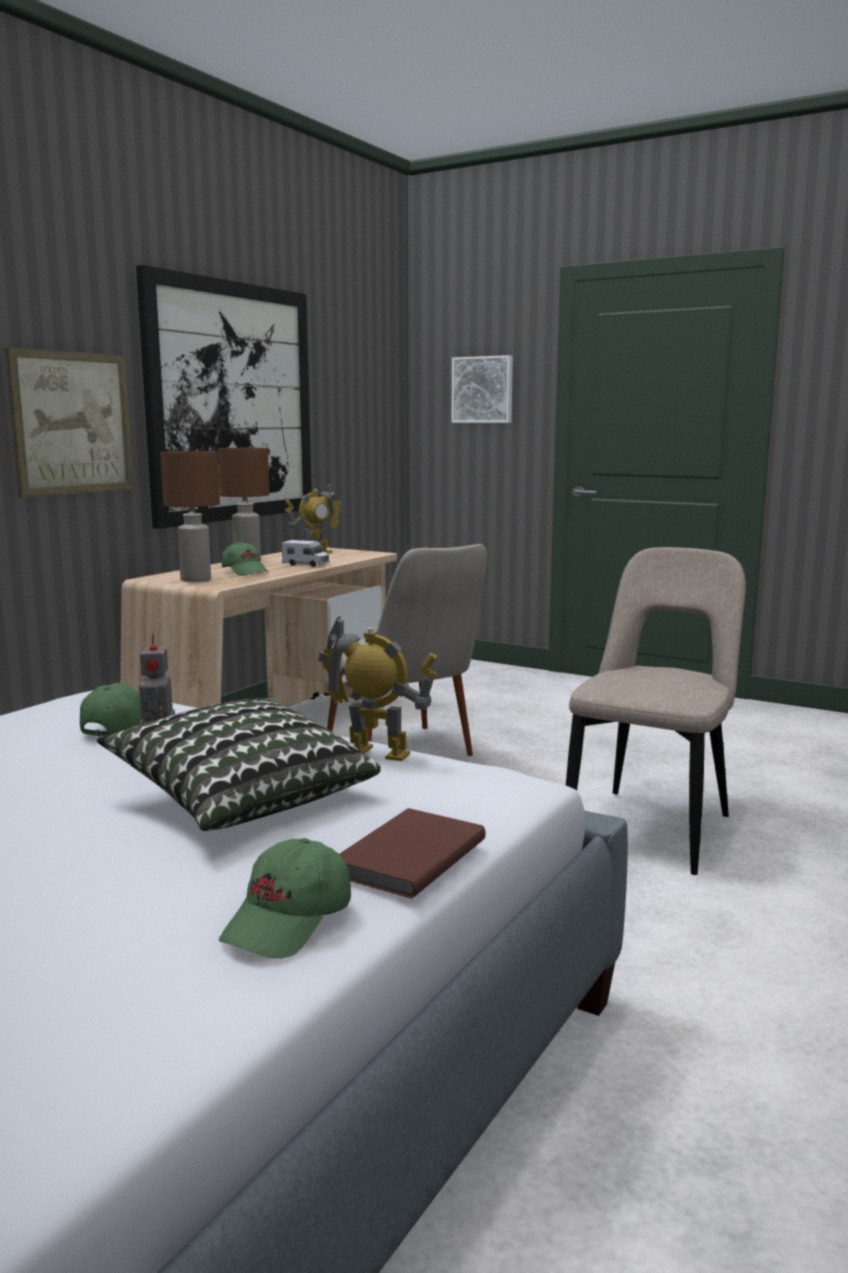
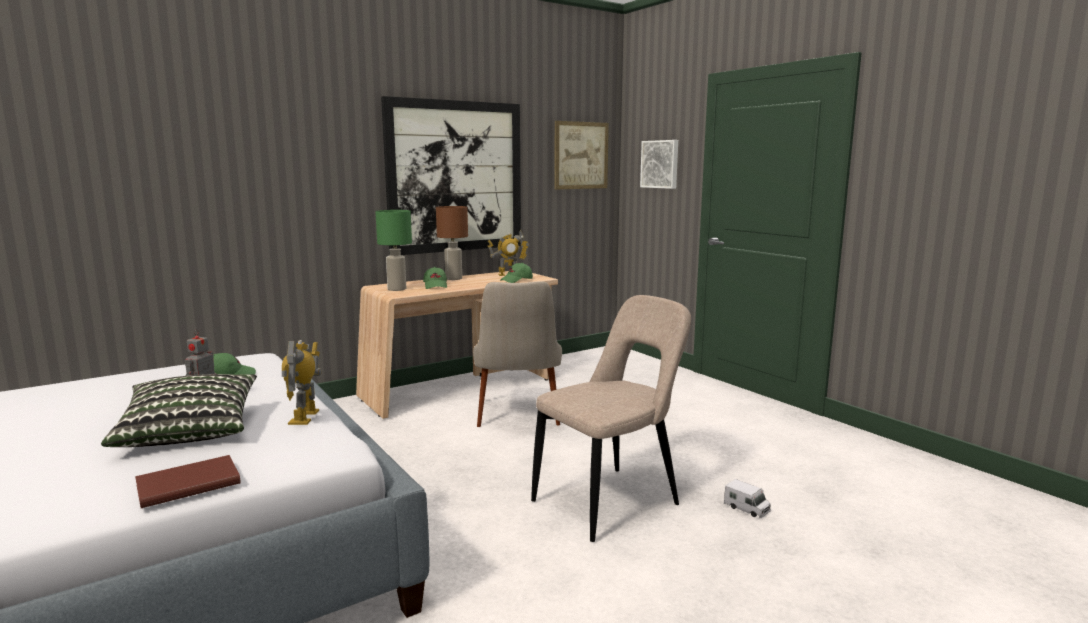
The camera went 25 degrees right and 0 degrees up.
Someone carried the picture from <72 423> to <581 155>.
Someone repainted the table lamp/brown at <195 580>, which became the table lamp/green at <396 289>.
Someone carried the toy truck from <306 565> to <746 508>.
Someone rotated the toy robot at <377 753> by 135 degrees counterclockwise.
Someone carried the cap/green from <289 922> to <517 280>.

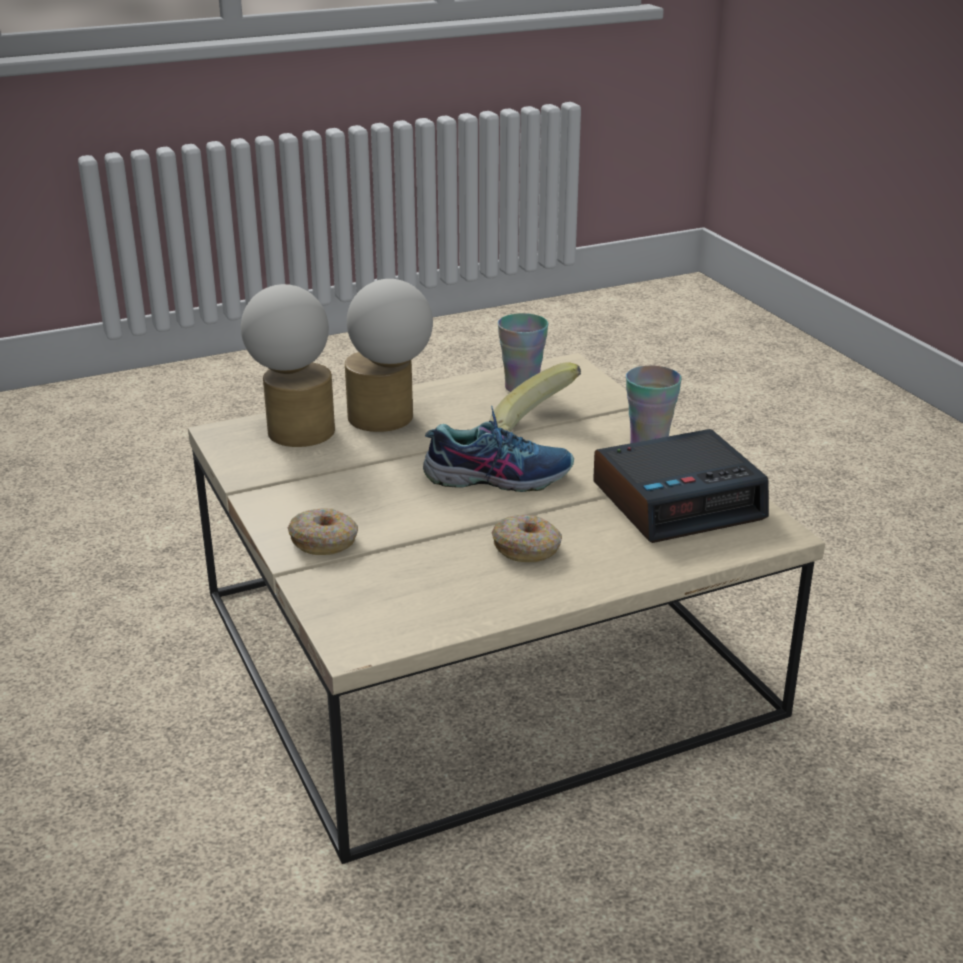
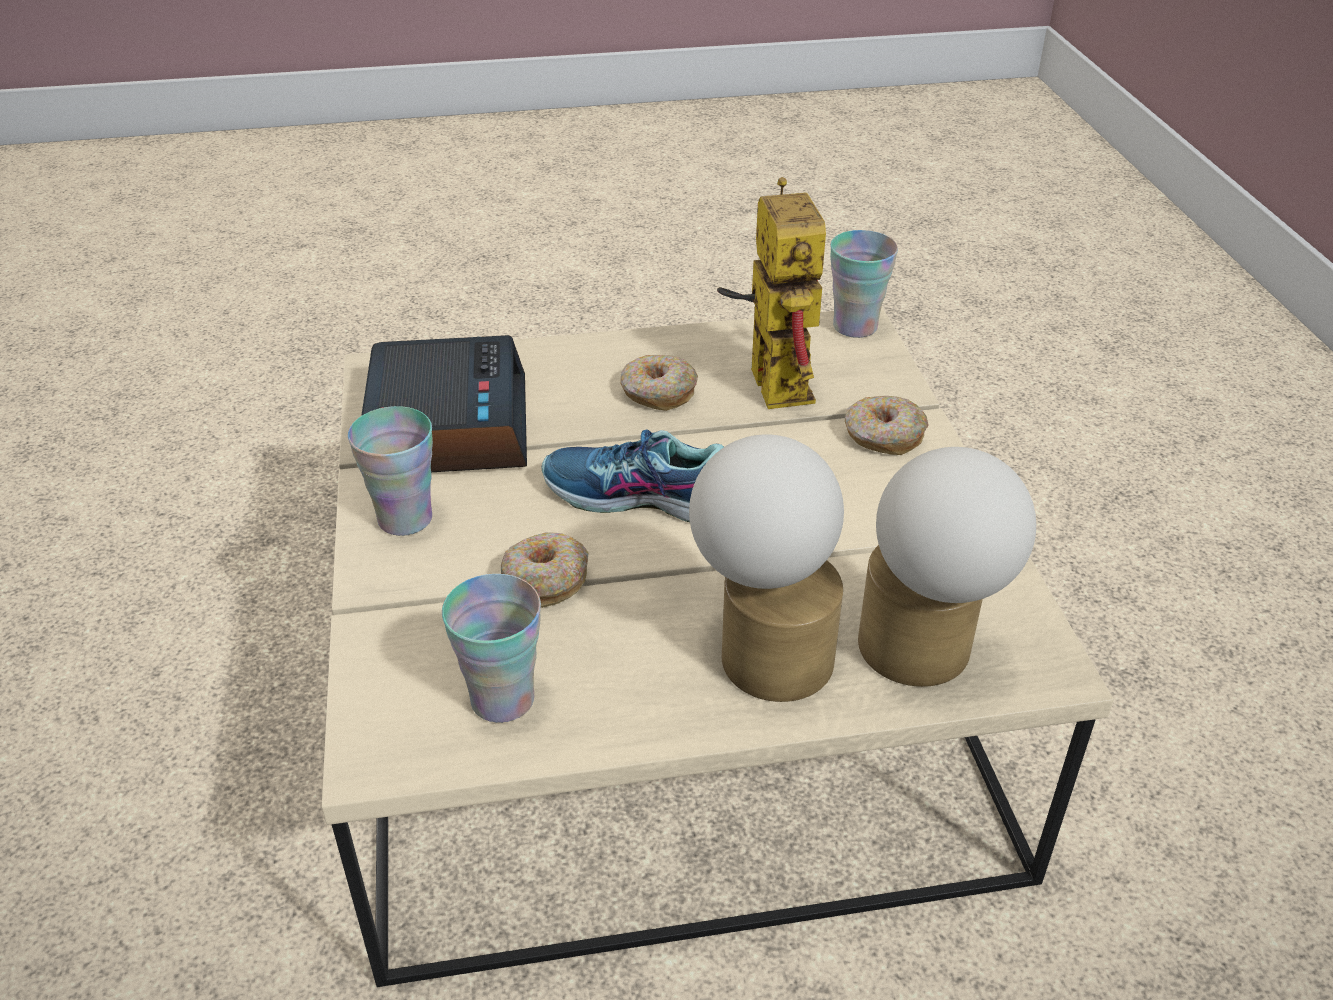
The camera went 165 degrees left and 10 degrees up.
Someone swapped the banana at <534 430> for the donut at <545 580>.
Someone rotated the alarm clock at <679 500> by 90 degrees clockwise.
Someone put down the toy robot at <769 377>.
Someone put down the cup at <855 326>.

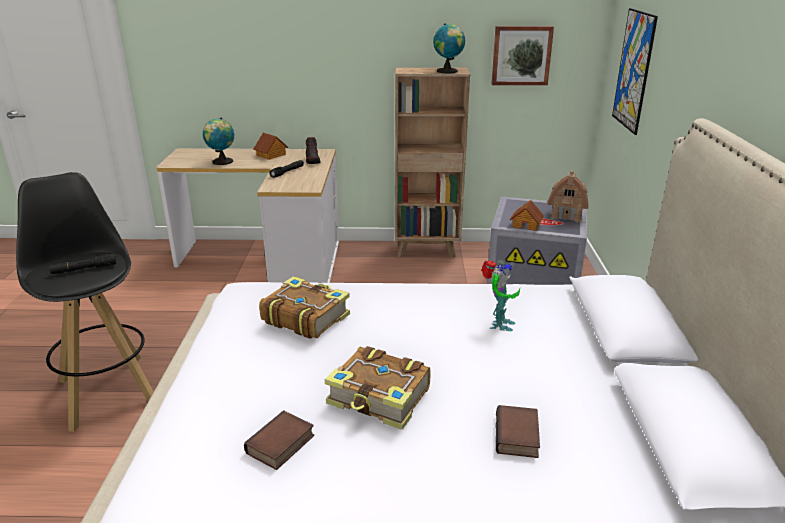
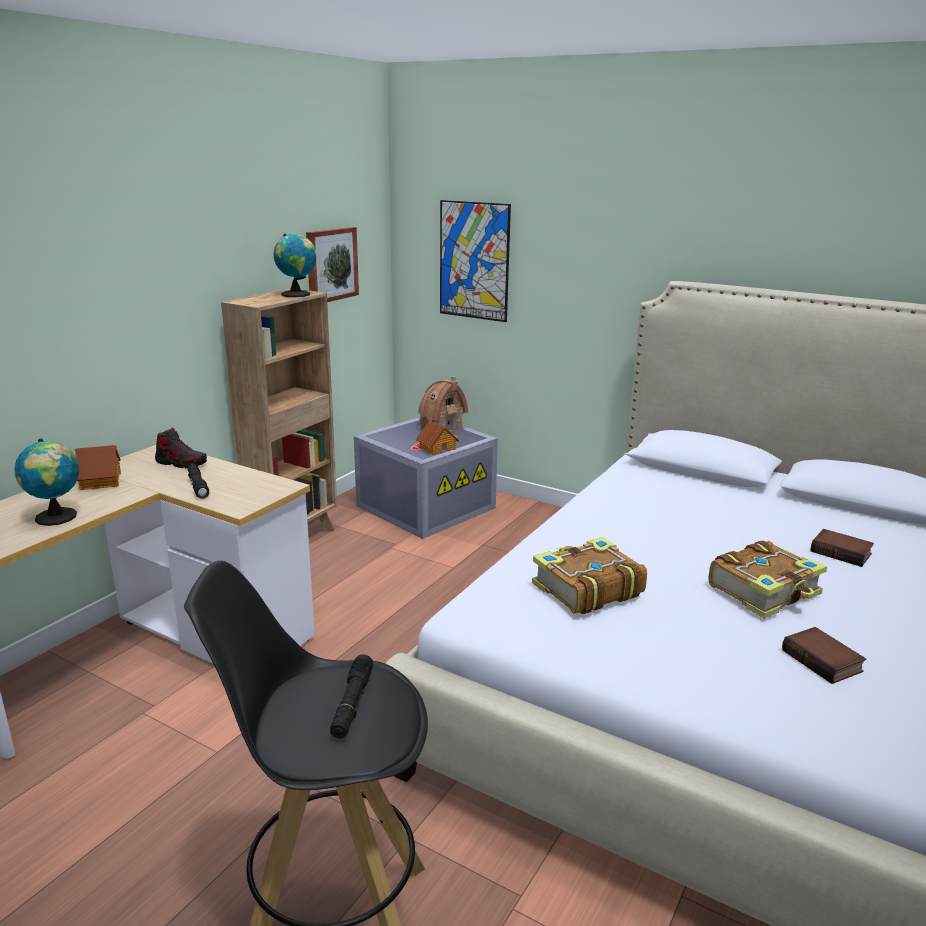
The camera went 60 degrees left and 5 degrees down.
Someone took away the toy robot at <498 324>.

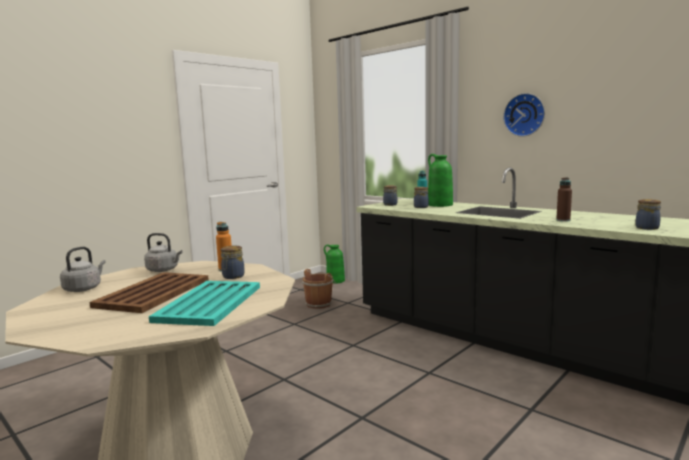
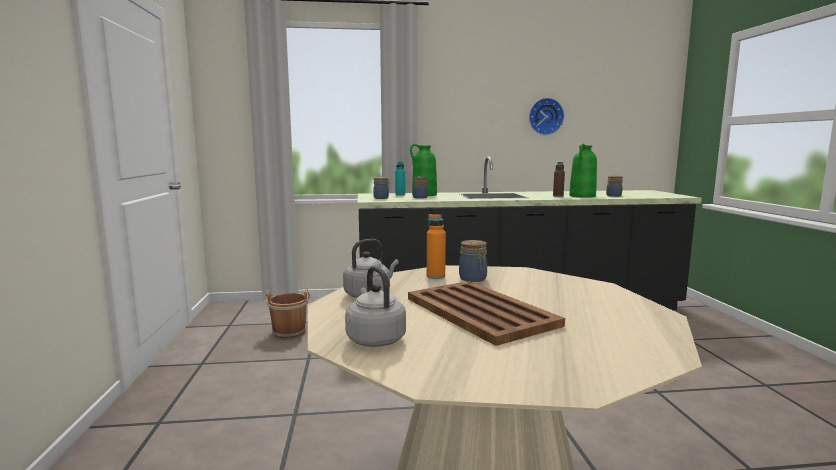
The camera went 50 degrees left and 0 degrees up.
Someone carried the wall clock from <525 115> to <545 116>.
Someone carried the vase/green from <335 281> to <582 196>.
Someone took away the tray/turquoise at <209 304>.

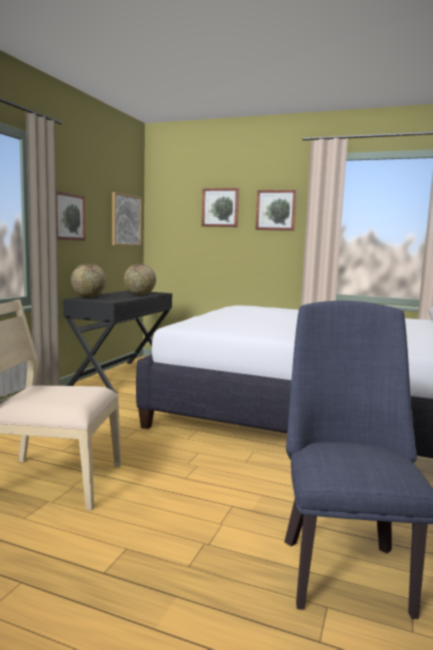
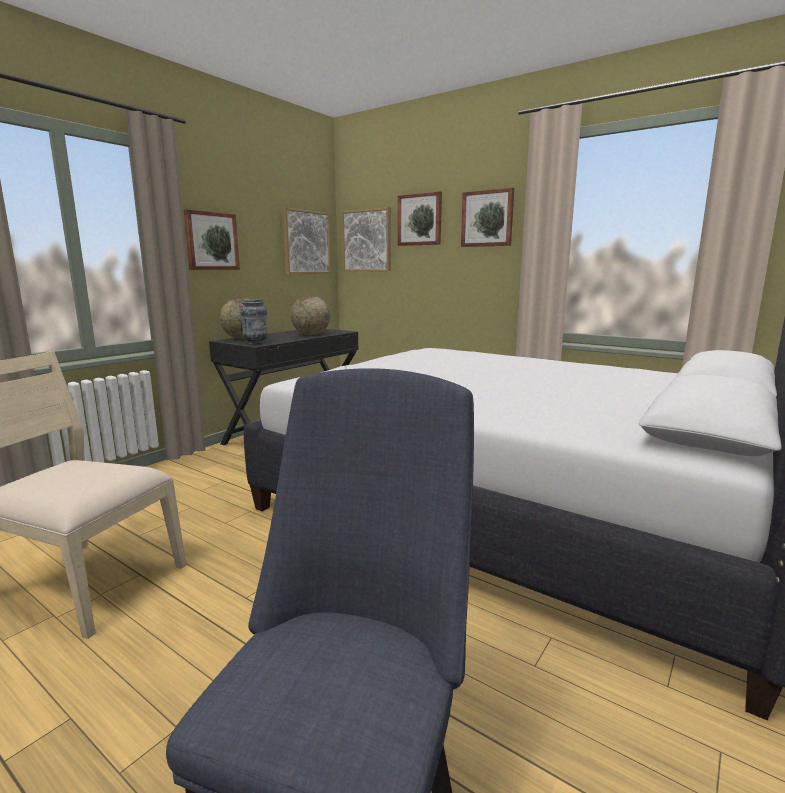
The camera went 15 degrees right and 5 degrees up.
Someone put up the picture at <367 240>.
Someone put down the vase at <255 343>.

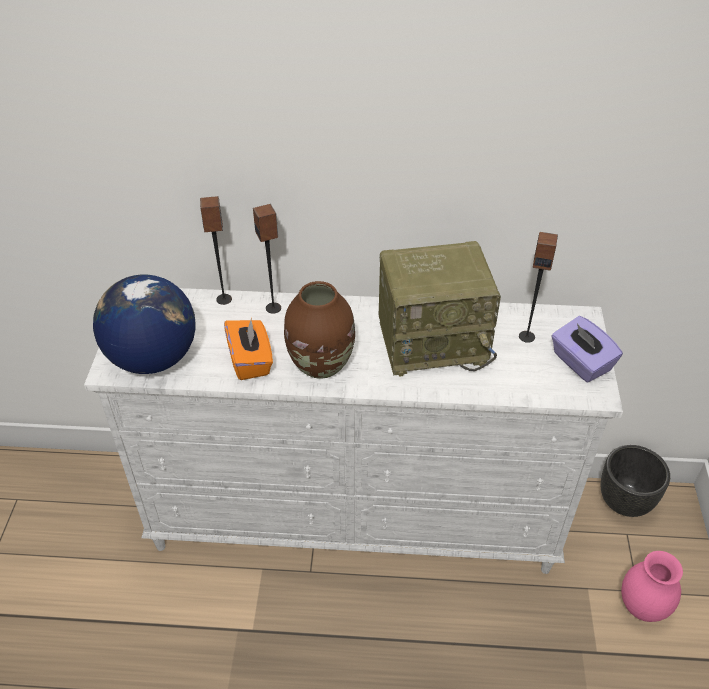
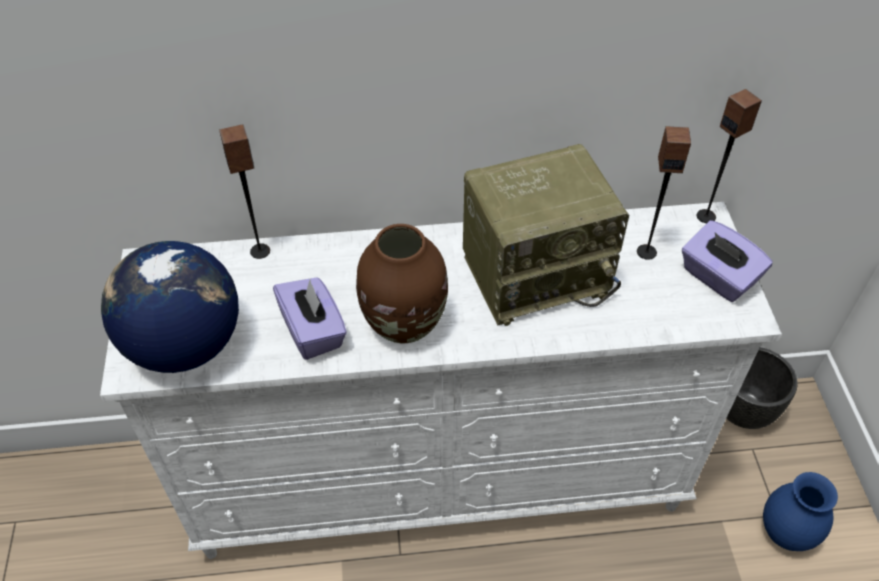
The camera went 10 degrees left and 5 degrees up.
Someone carried the speaker from <273 308> to <706 216>.
Someone repainted the tissue box/orange at <250 361>, which became the tissue box/purple at <313 331>.
Someone repainted the vase/pink at <643 608>, which became the vase/blue at <786 534>.

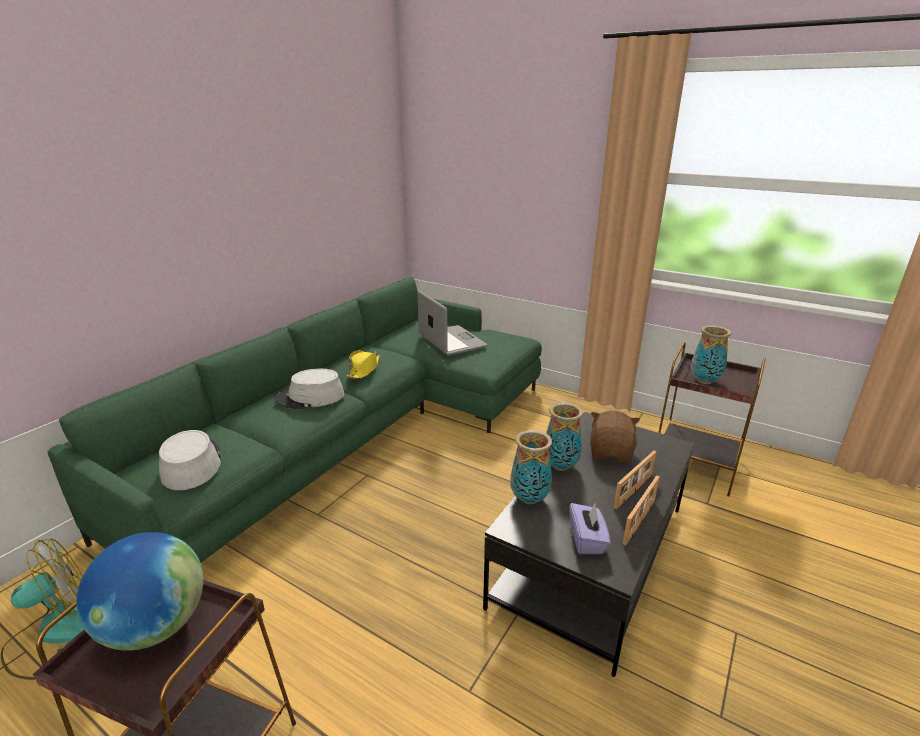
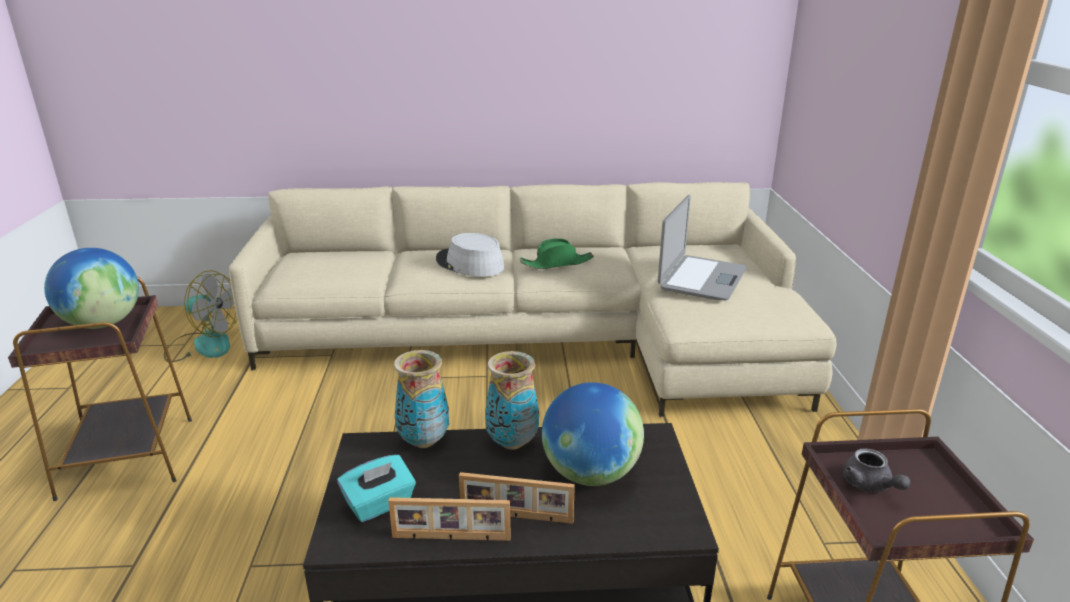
The camera went 55 degrees right and 0 degrees up.
Someone repainted the sofa/green at <359 433>, which became the sofa/beige at <546 340>.
Someone swapped the vase at <705 381> for the teapot/grey at <869 485>.
Someone repainted the hat/yellow at <364 369>, which became the hat/green at <557 263>.
Someone swapped the plush toy/brown at <611 452> for the globe at <590 473>.
Someone took away the hat/grey at <191 464>.
Someone repainted the tissue box/purple at <587 540>, which became the tissue box/turquoise at <379 504>.

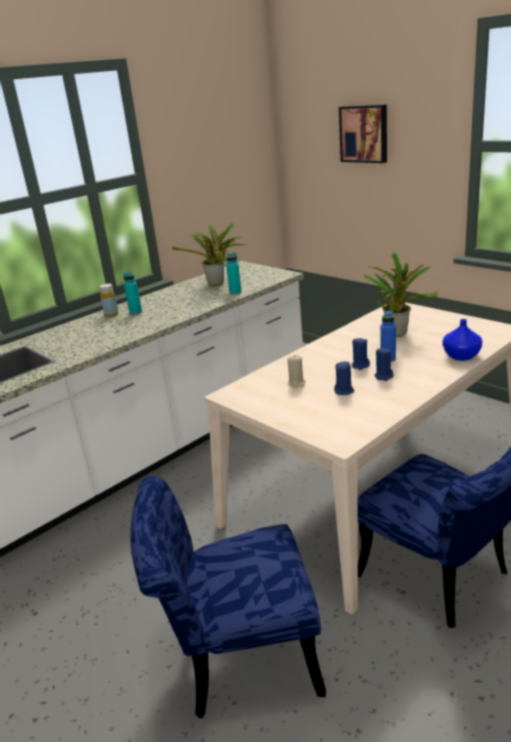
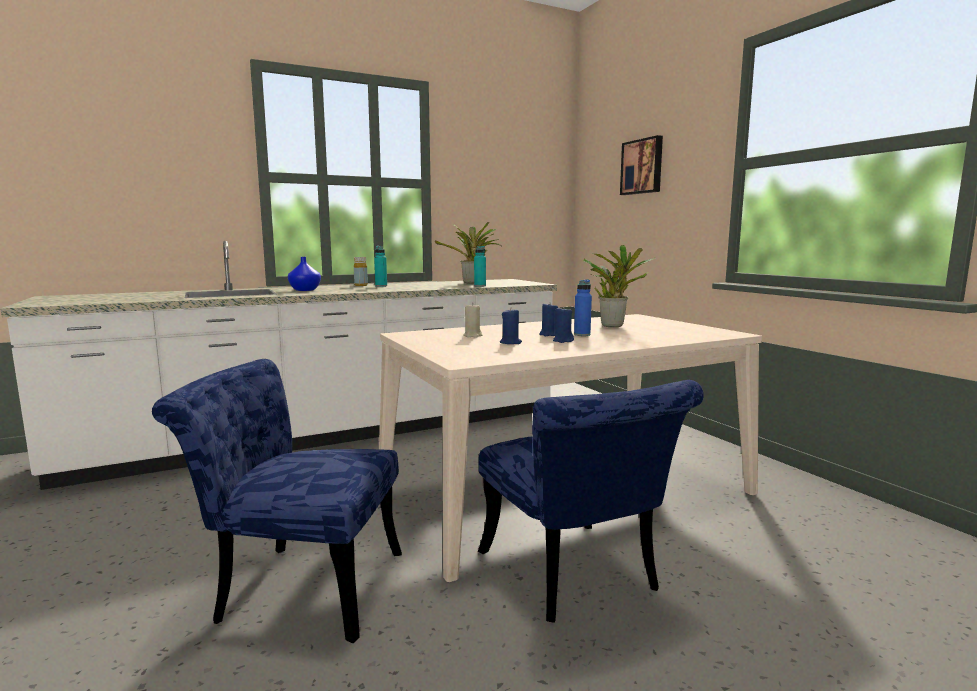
The camera went 15 degrees right and 15 degrees down.
Someone carried the vase/blue from <461 356> to <305 290>.

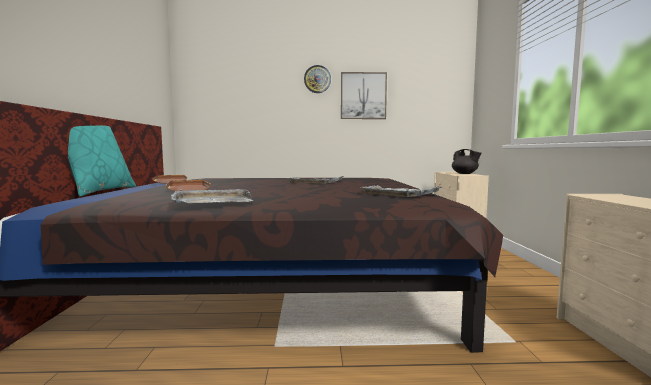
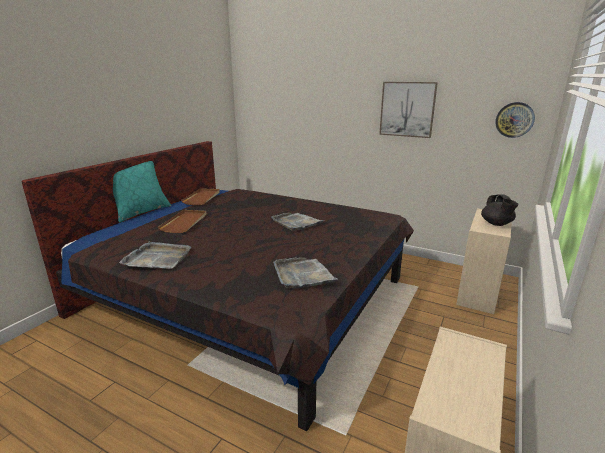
The camera went 30 degrees right and 15 degrees up.
Someone carried the wall clock from <317 79> to <514 119>.

